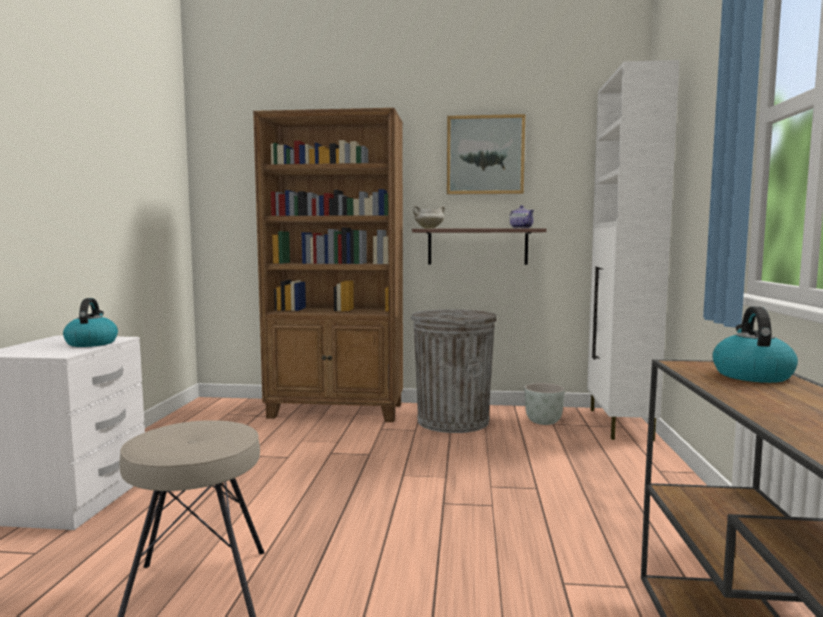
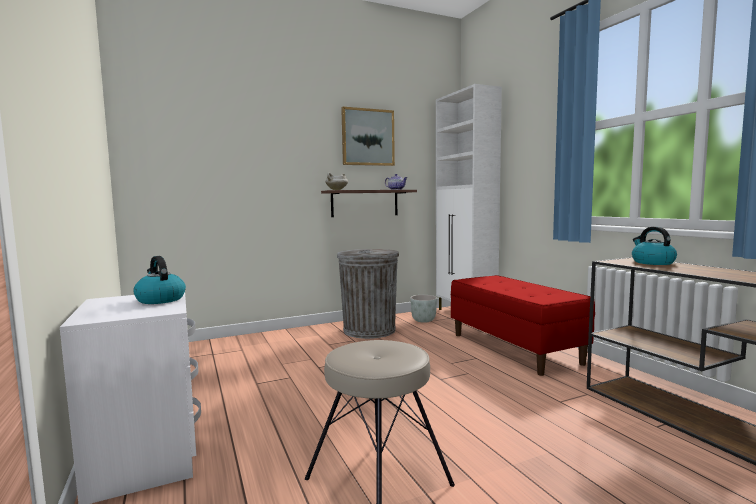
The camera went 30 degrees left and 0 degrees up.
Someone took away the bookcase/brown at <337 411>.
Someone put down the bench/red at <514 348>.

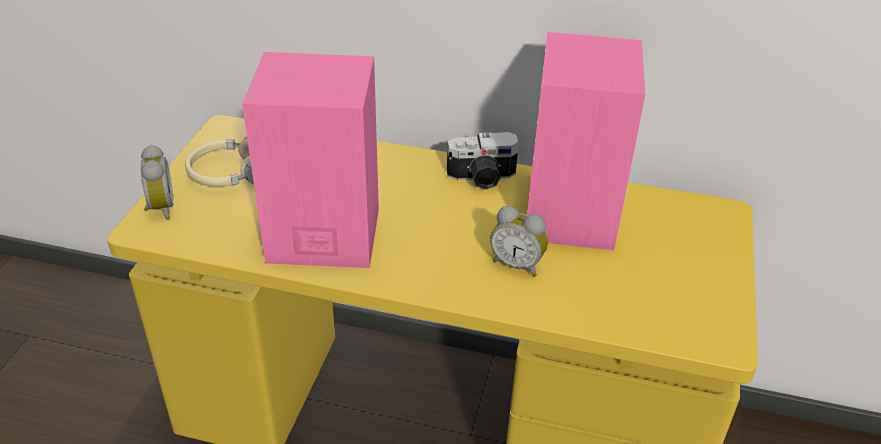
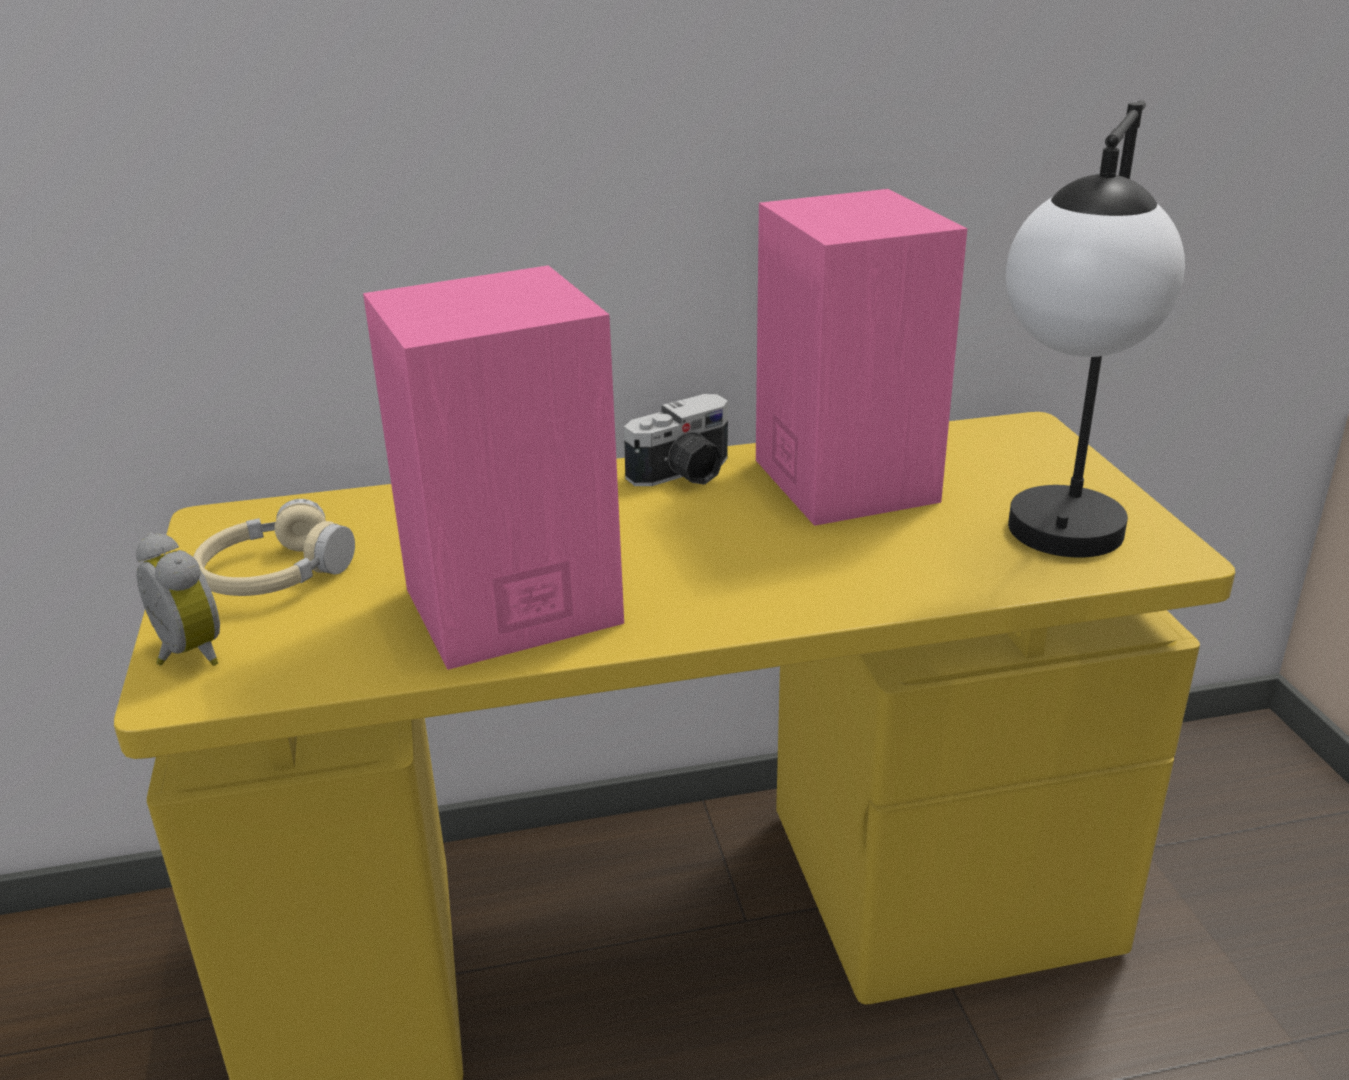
The camera went 25 degrees left and 10 degrees down.
Someone took away the alarm clock at <517 264>.
Someone put down the table lamp at <1057 551>.

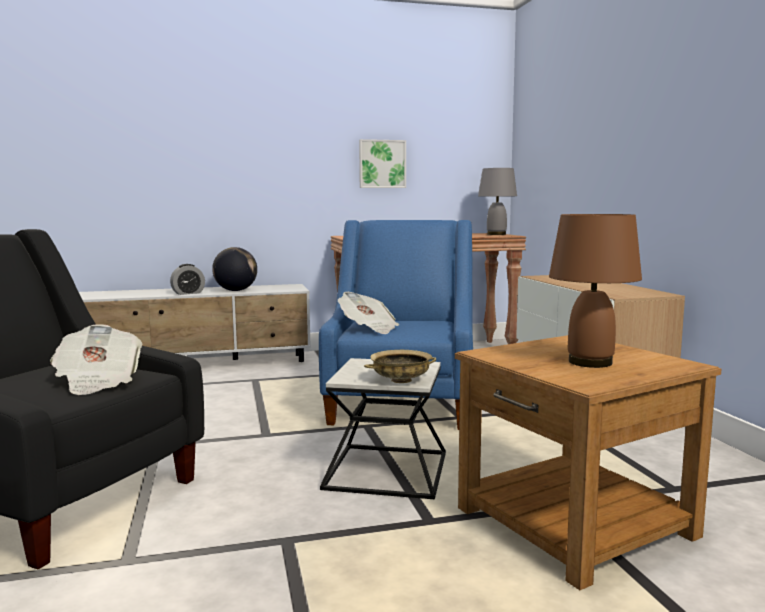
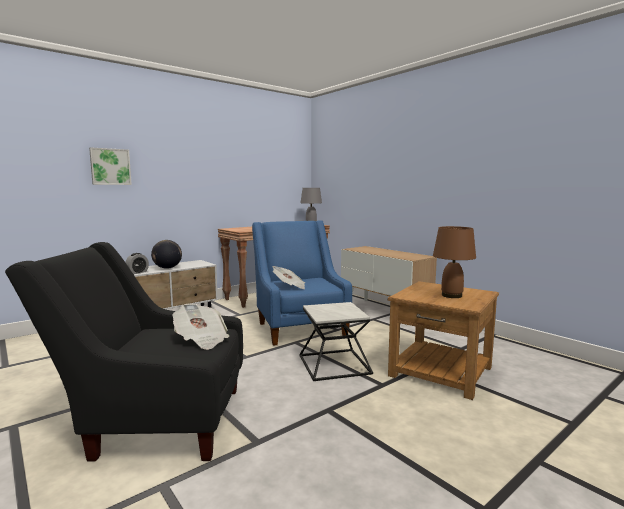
The camera went 25 degrees left and 0 degrees up.
Someone carried the picture from <382 164> to <110 166>.
Someone took away the bowl/beige at <400 380>.

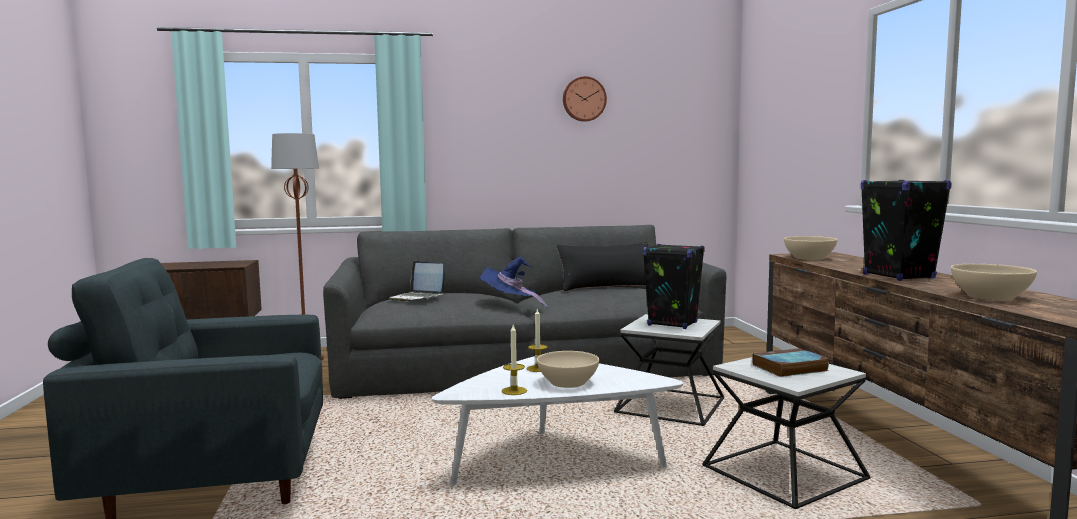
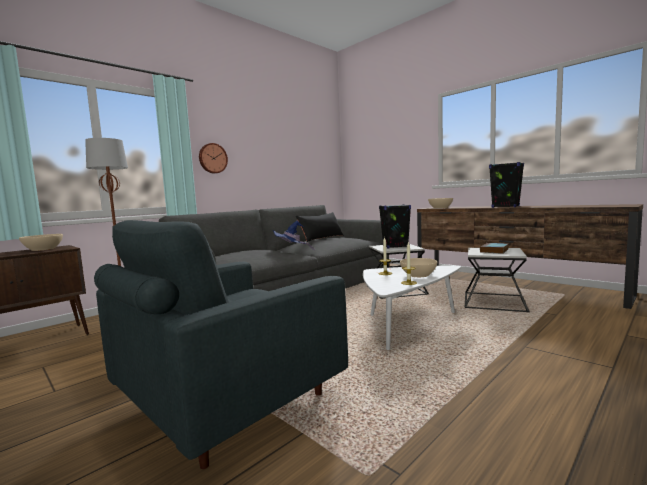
The camera went 35 degrees left and 0 degrees up.
Someone carried the wall clock from <584 99> to <212 158>.
Someone took away the laptop at <417 298>.
Someone carried the bowl/beige from <990 296> to <43 249>.

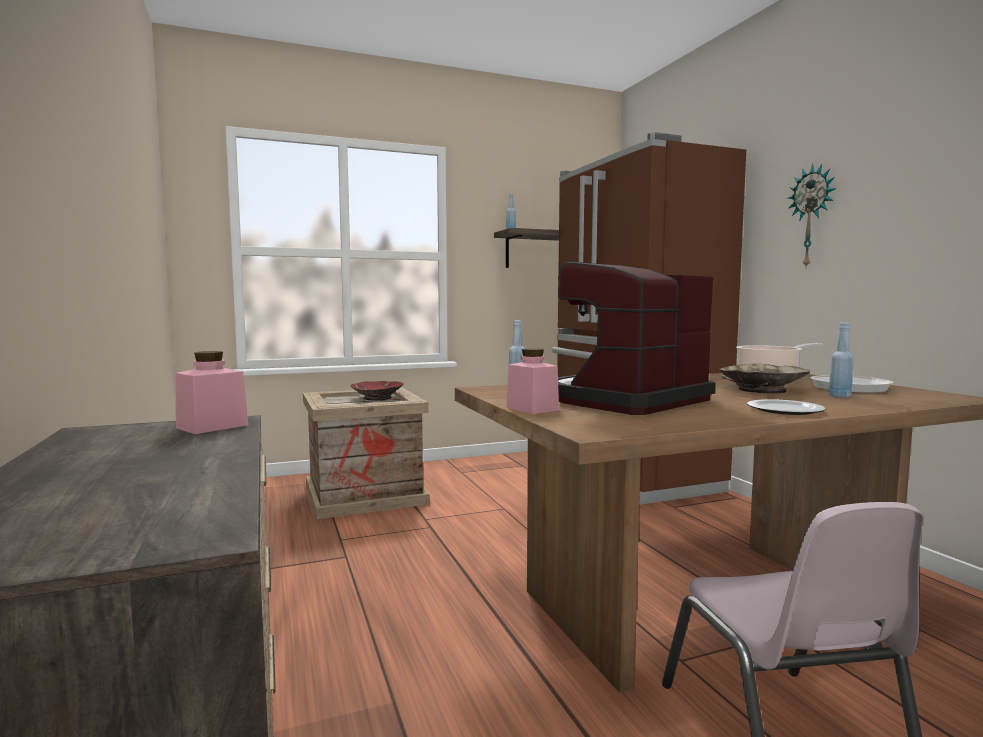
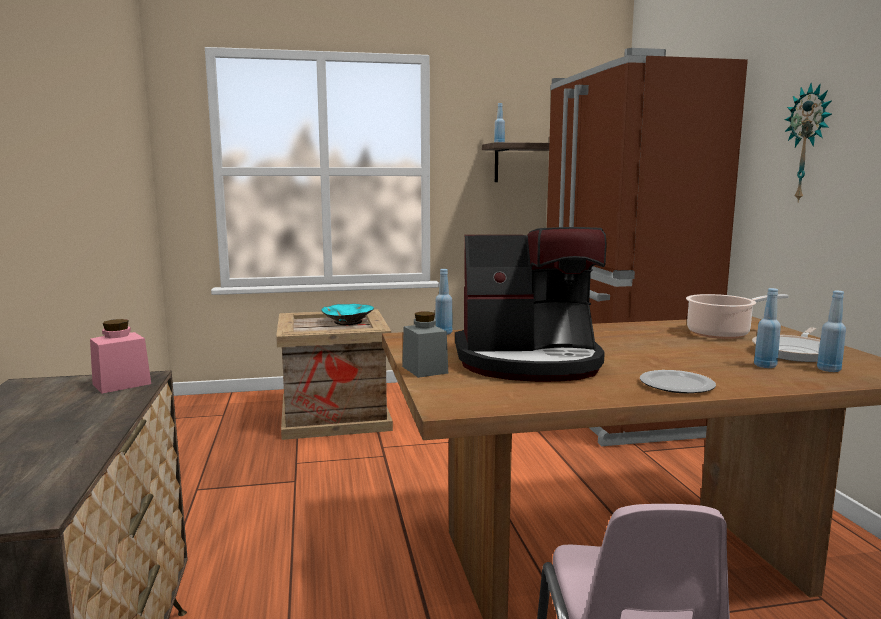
The camera went 10 degrees right and 5 degrees up.
Someone rotated the coffee machine at <626 400> by 150 degrees counterclockwise.
Someone repainted the jar/pink at <532 408>, which became the jar/grey at <424 370>.
Someone took away the bowl/beige at <762 390>.
Someone repainted the bowl/red at <377 398>, which became the bowl/turquoise at <347 322>.
Someone put down the bottle/blue at <828 369>.

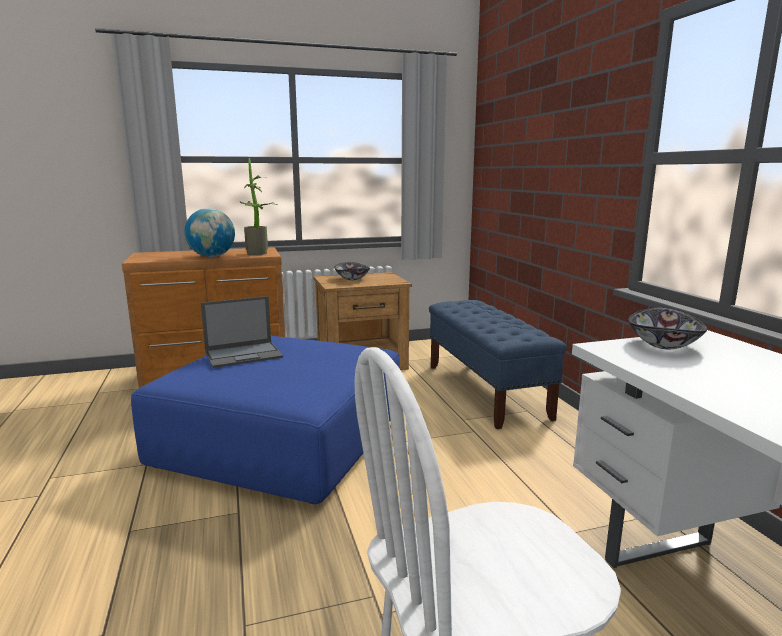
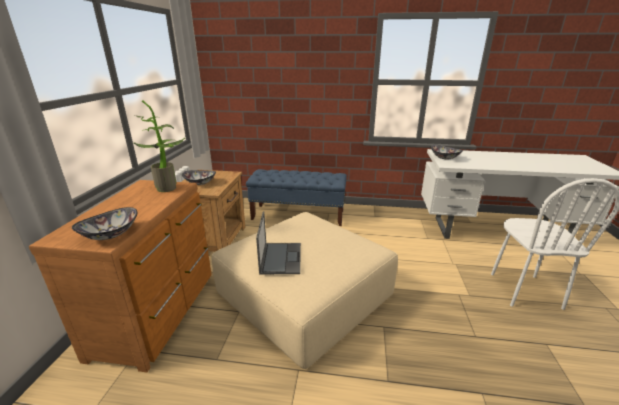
The camera went 65 degrees left and 10 degrees up.
Someone took away the globe at <212 256>.
Someone repainted the ottoman/blue at <283 440>, which became the ottoman/beige at <306 295>.
Someone put down the bowl at <111 235>.

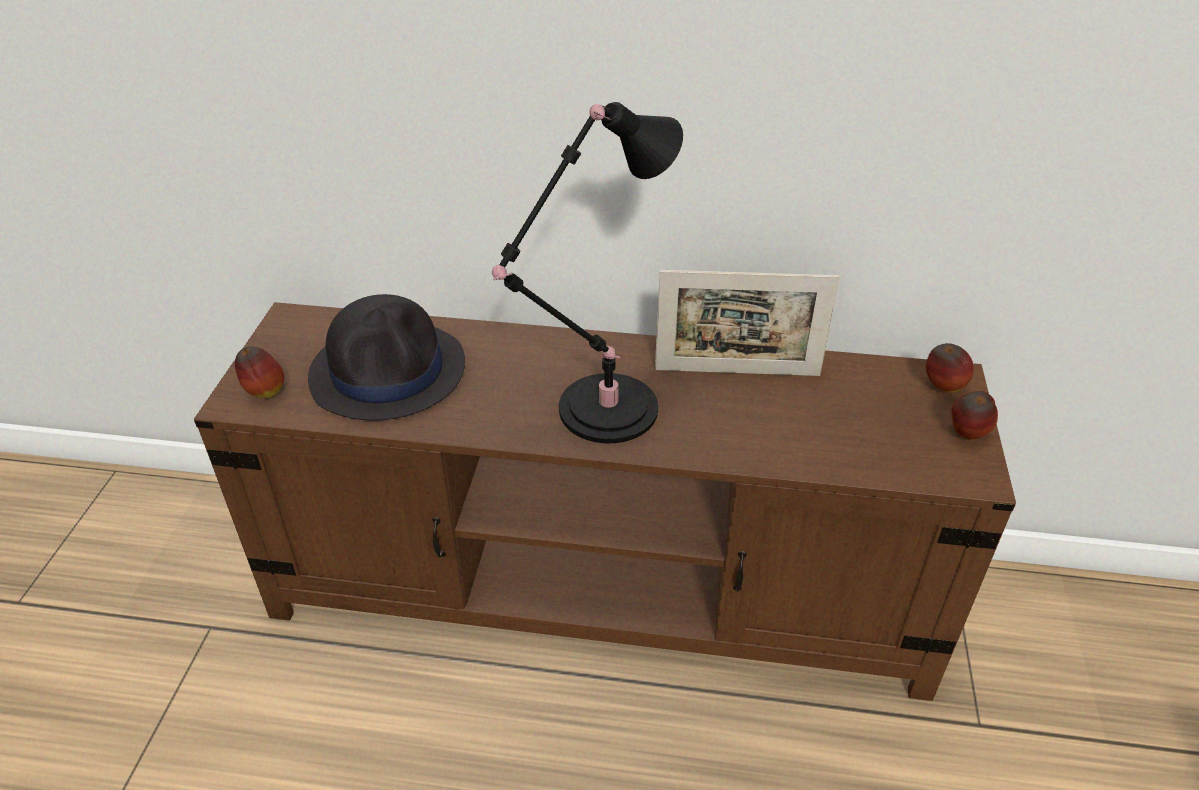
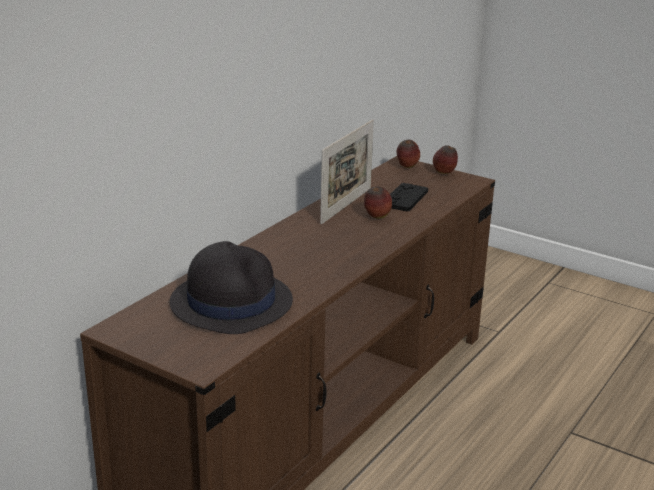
The camera went 65 degrees left and 15 degrees down.
Someone took away the table lamp/black at <600 411>.
Someone carried the apple from <264 392> to <377 218>.
Someone put down the game controller/black at <405 198>.

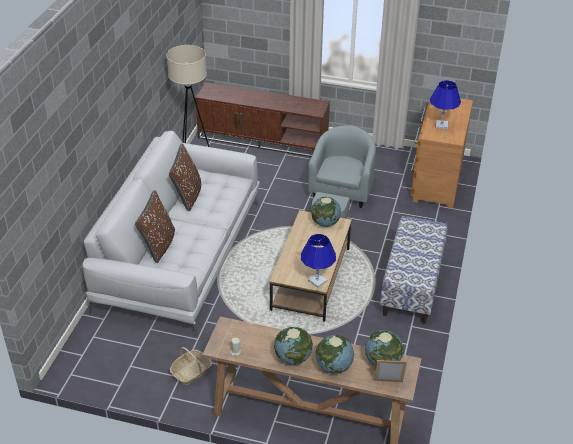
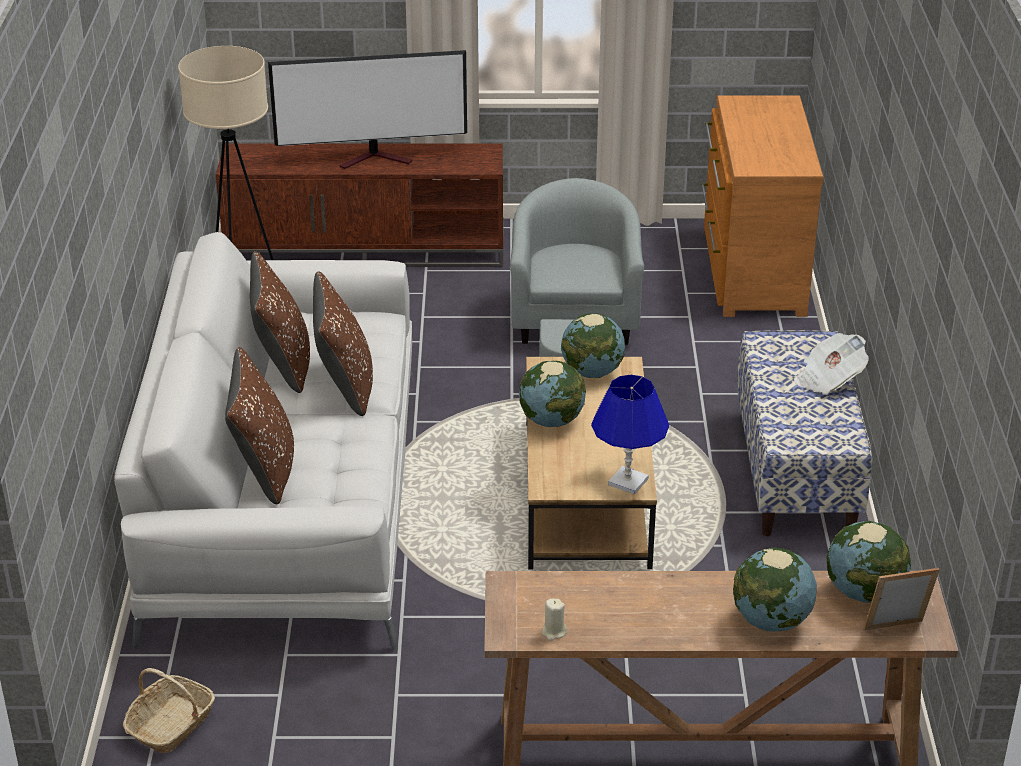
The camera went 15 degrees left and 5 degrees down.
Someone took away the table lamp/blue at <441 125>.
Someone carried the globe from <293 358> to <552 421>.
Someone carried the basket from <191 372> to <171 725>.
Someone put down the television at <377 159>.
Someone put down the pillow/brown at <345 386>.
Someone put down the newspaper at <829 379>.

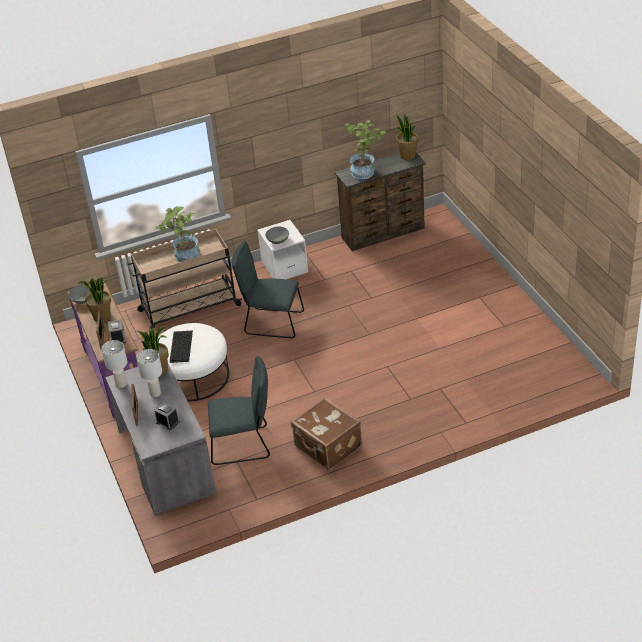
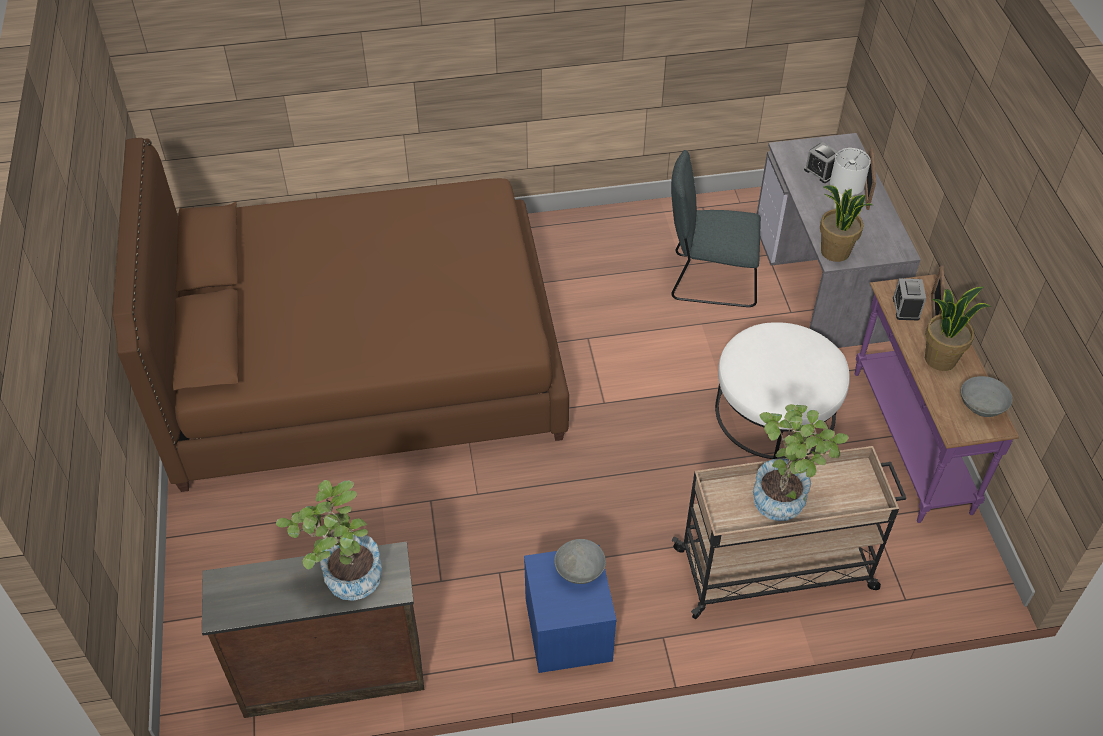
The camera went 170 degrees left and 10 degrees up.
Someone took away the potted plant at <407 156>.
Someone repainted the nightstand/white at <284 267>, which became the nightstand/blue at <568 630>.
Someone took away the chair/grey at <271 323>.
Someone took away the keyboard at <181 346>.
Someone took away the table lamp/white at <121 384>.
Someone took away the suitcase/brown at <327 448>.
Someone put down the bed/brown at <364 363>.

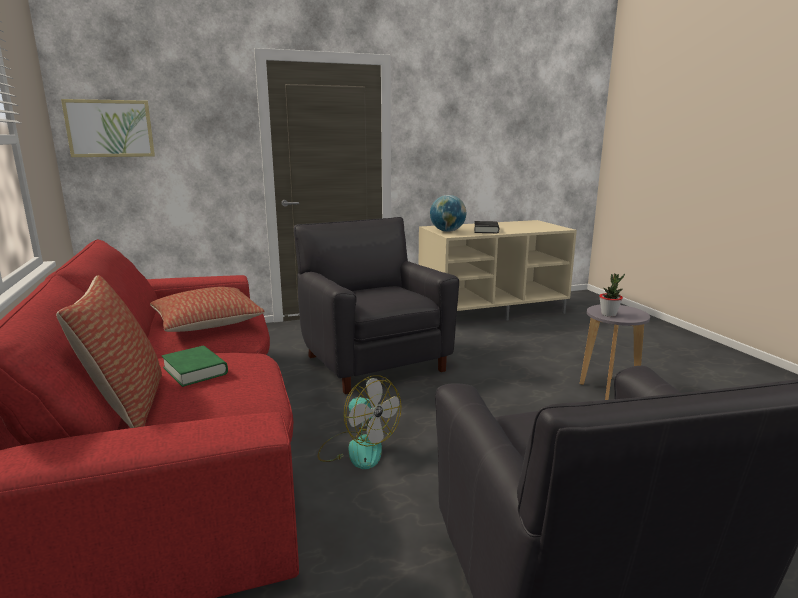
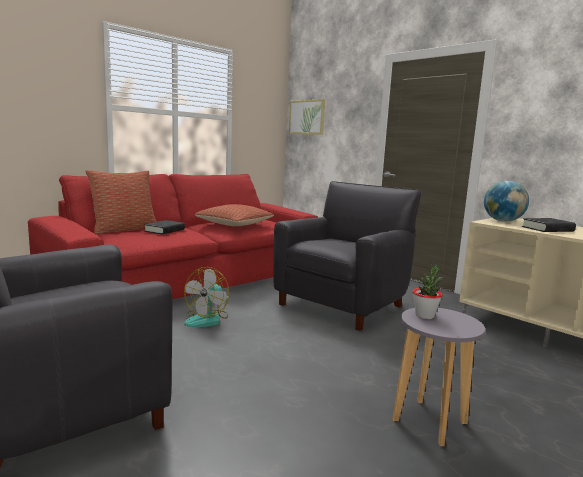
The camera went 65 degrees right and 5 degrees down.
Someone repainted the book/green at <195 371>, which became the book/black at <164 230>.

